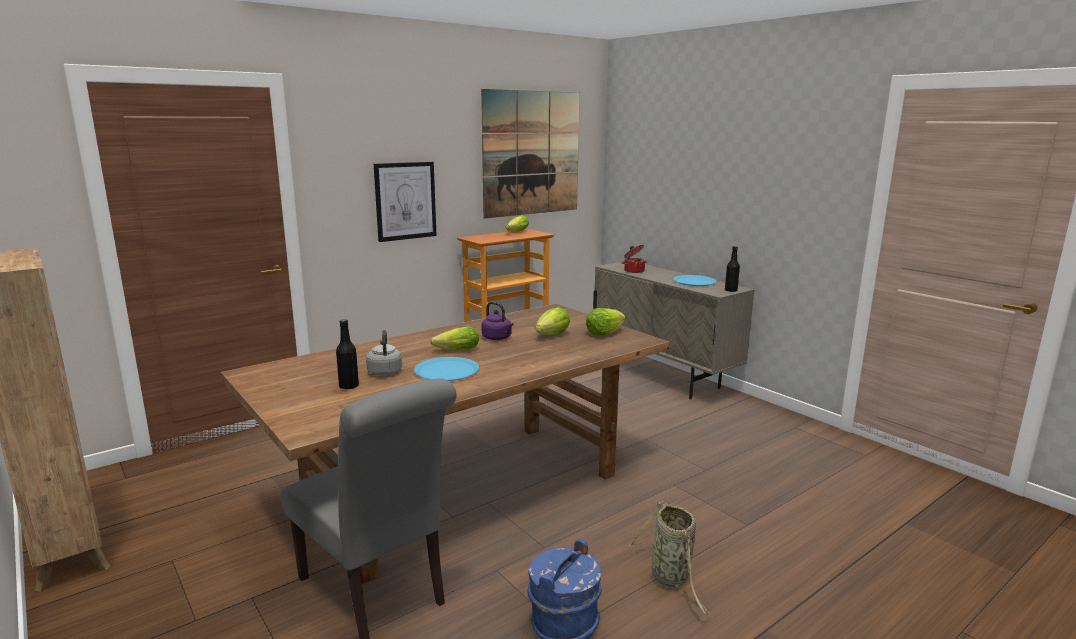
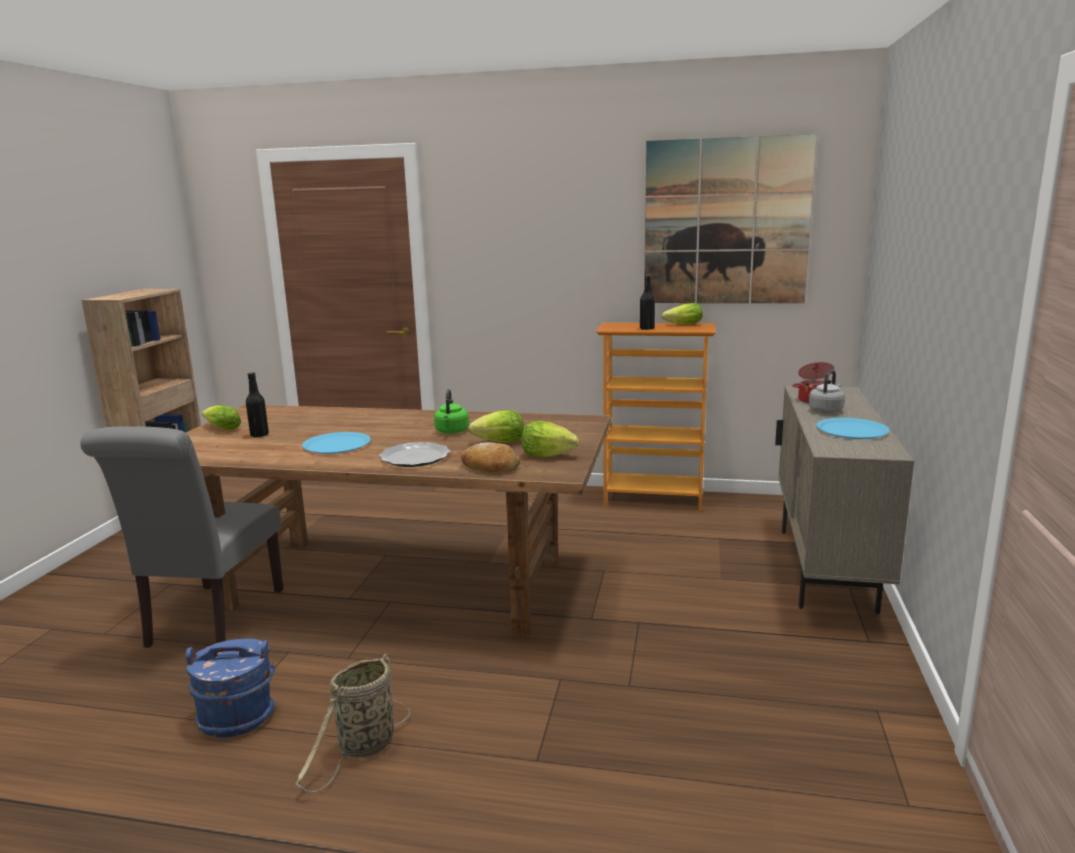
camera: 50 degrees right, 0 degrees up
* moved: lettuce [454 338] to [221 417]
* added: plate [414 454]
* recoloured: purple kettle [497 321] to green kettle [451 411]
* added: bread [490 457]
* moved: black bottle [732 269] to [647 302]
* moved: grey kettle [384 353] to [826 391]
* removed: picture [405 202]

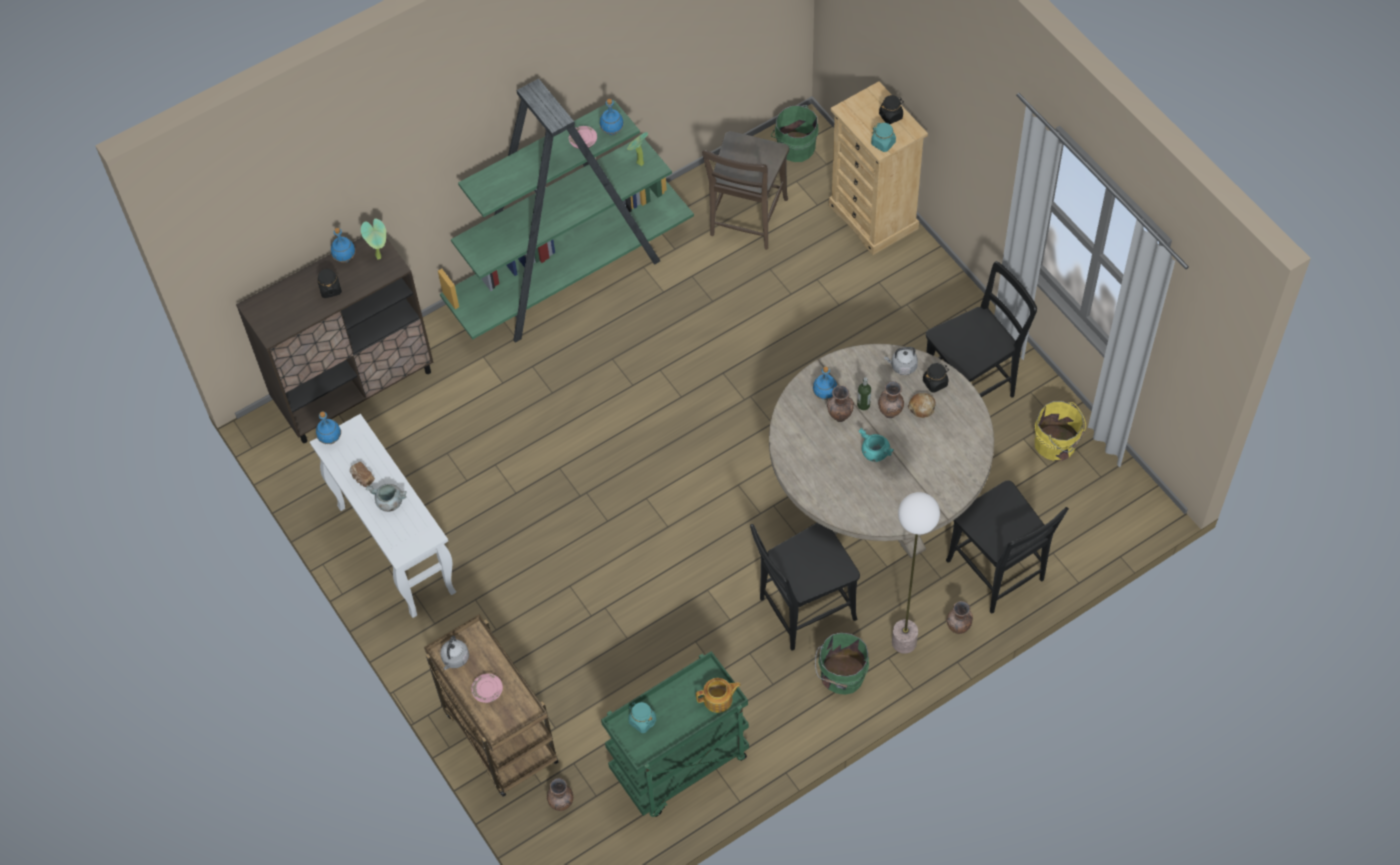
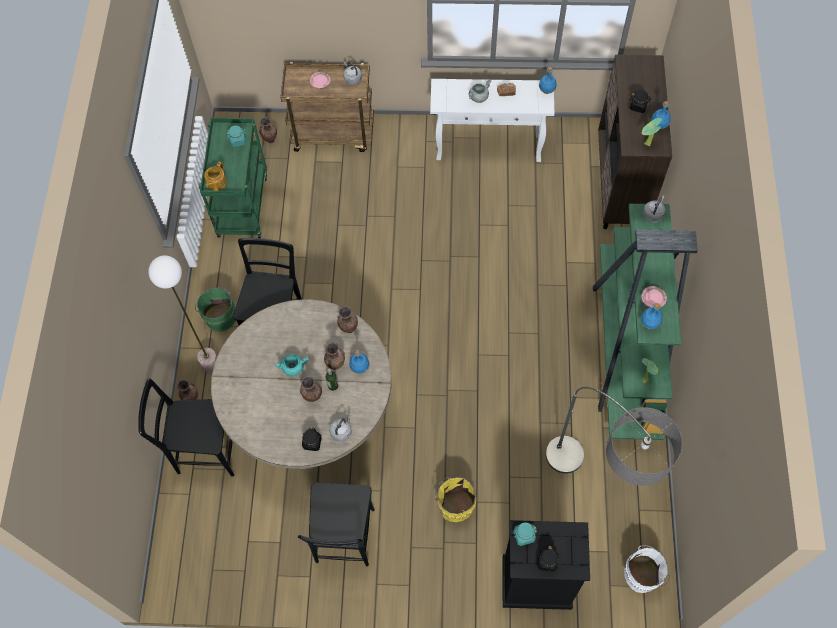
camera: 125 degrees right, 5 degrees up
* added: brown vase [347 319]
* moved: yellow bucket [1060 431] to [455 499]
* recoloured: beige dresser [878 168] to black dresser [546 565]
* replaced: brown chair [745 190] to floor lamp [614 436]
* recoloured: green bucket [795 133] to white bucket [647 569]
* added: grey kettle [654 209]
* removed: bread [922 405]

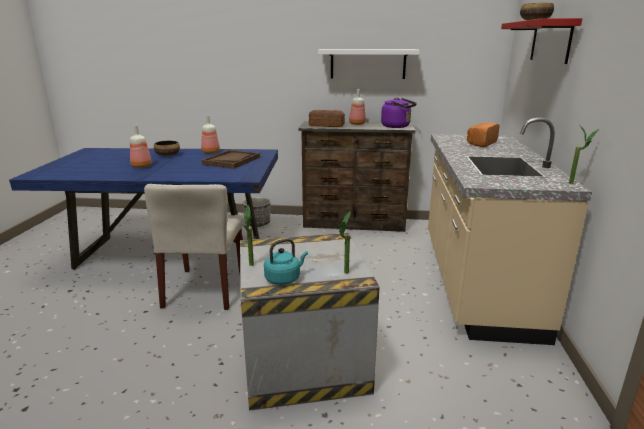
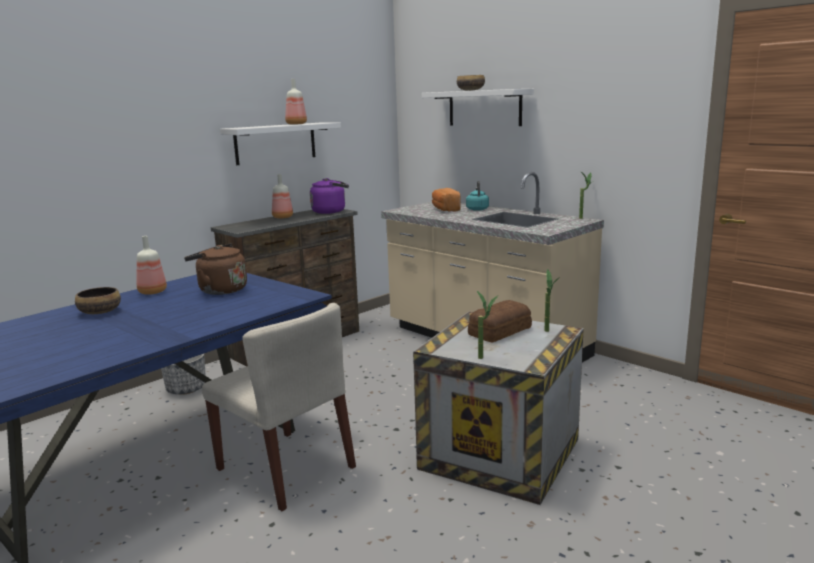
camera: 50 degrees left, 5 degrees down
* replaced: brown tray [231 159] to brown kettle [215 269]
* moved: bottle [141 146] to [296 102]
* recoloured: red shelf [541 41] to white shelf [478 107]
* moved: turquoise kettle [286 261] to [477 196]
* moved: bread [327 118] to [500 321]

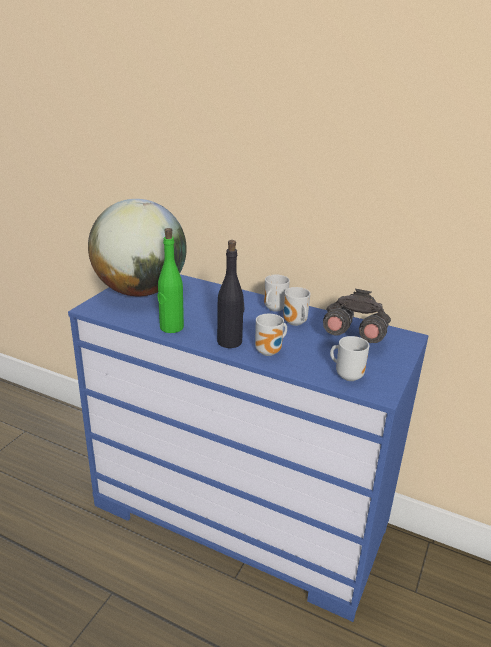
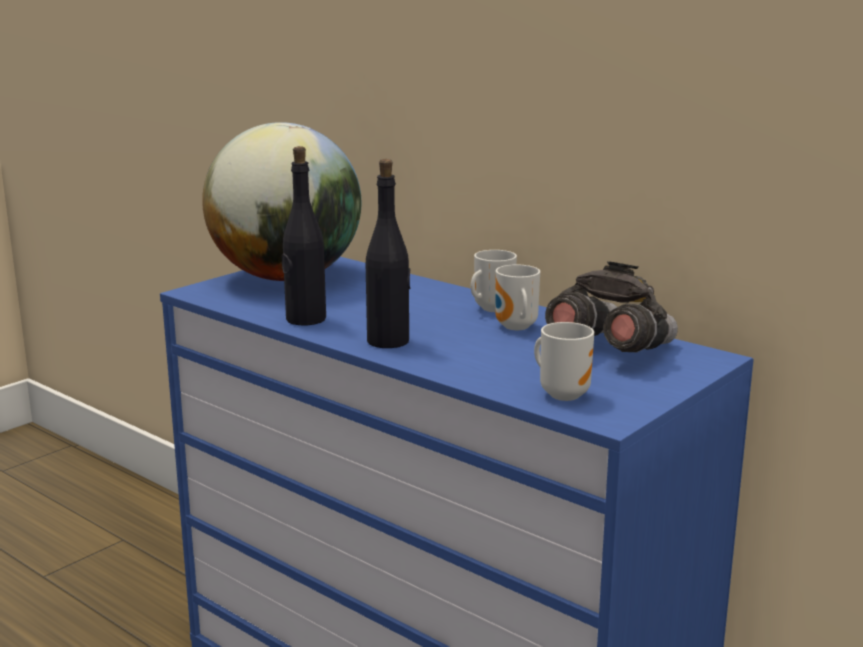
camera: 15 degrees right, 10 degrees down
* recoloured: green bottle [171 280] to black bottle [304 235]
* removed: mug [271 335]

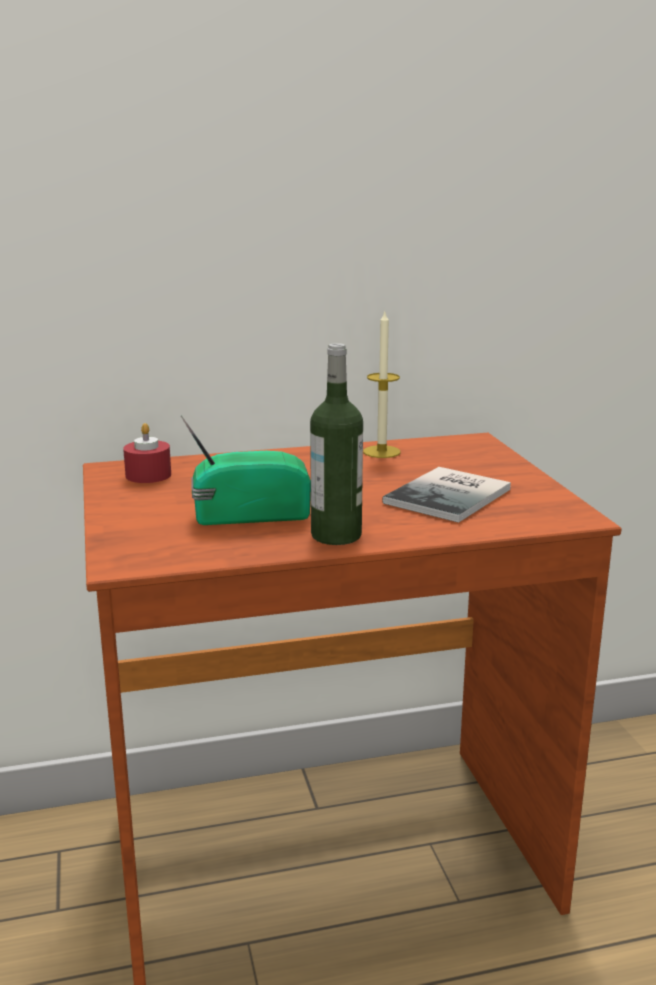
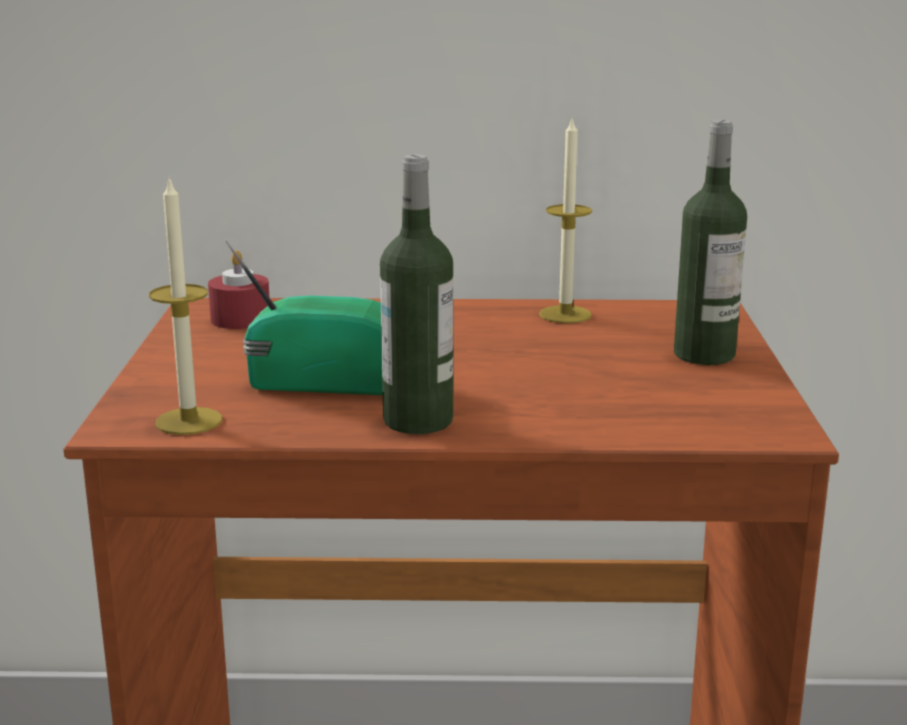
camera: 15 degrees right, 0 degrees up
* added: candle [185 305]
* added: bottle [710 242]
* removed: book [446 495]

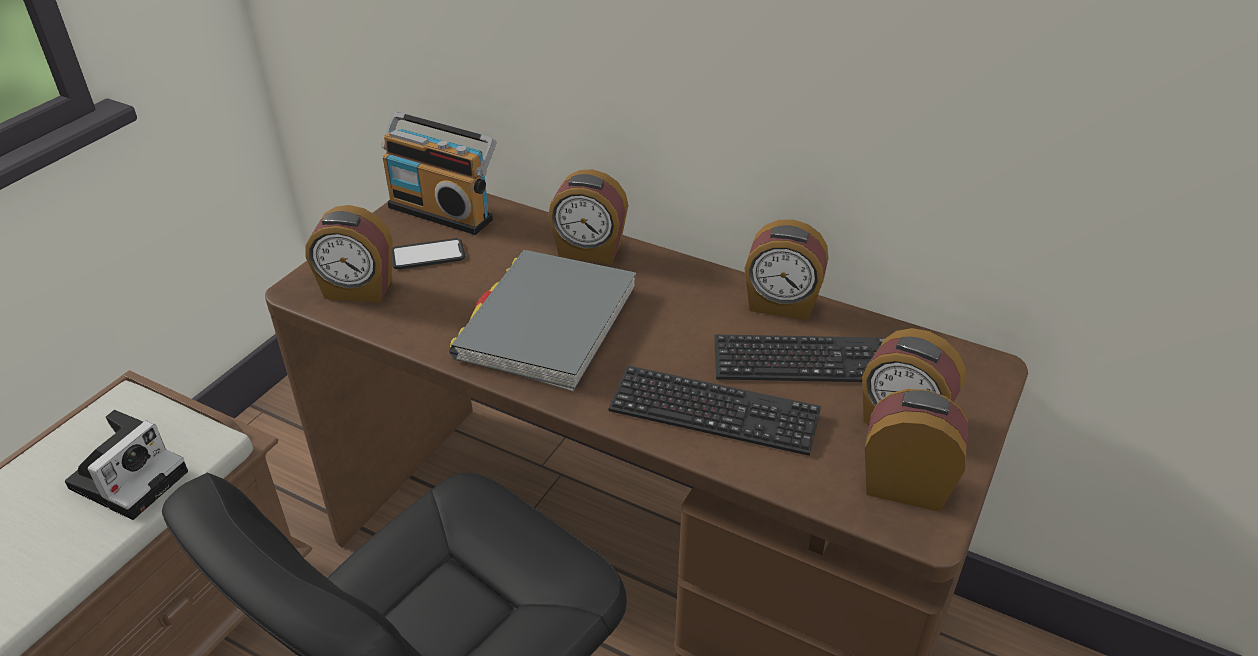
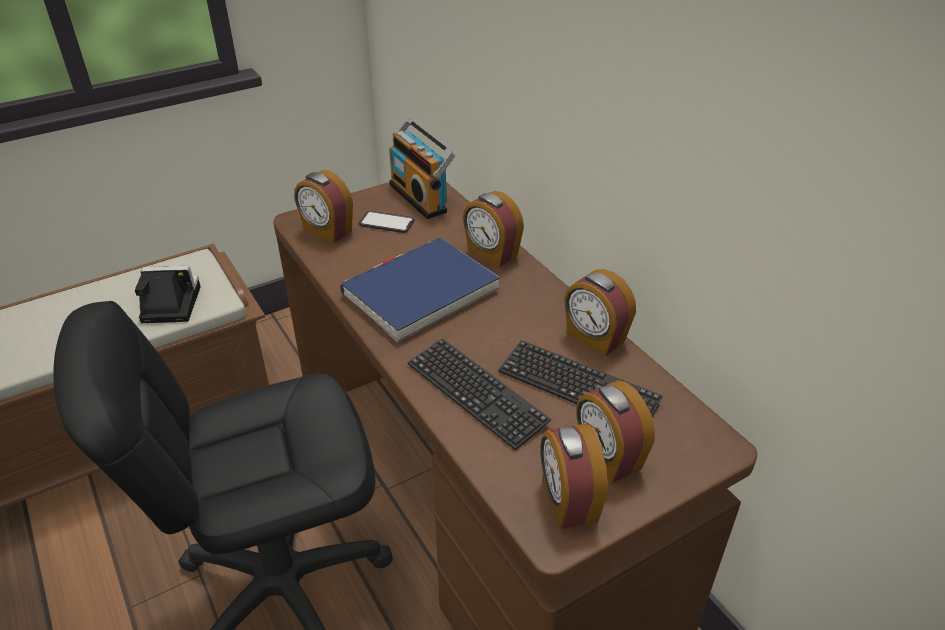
camera: 30 degrees right, 0 degrees up
* turned: photo camera [126 465] = [168 294] 150 degrees counterclockwise
* recoloured: grey book [542 320] to blue book [420 290]
* turned: alarm clock [916 450] = [574 476] 150 degrees counterclockwise

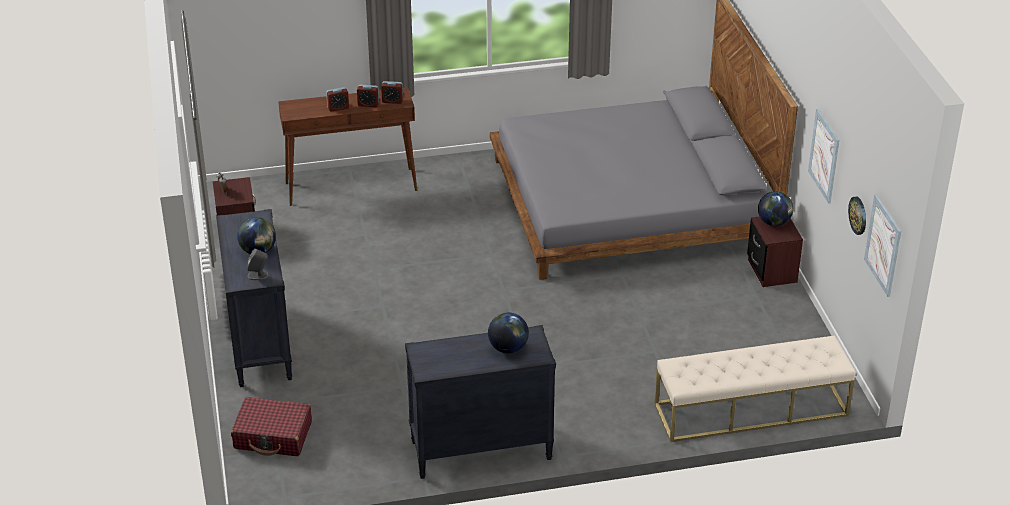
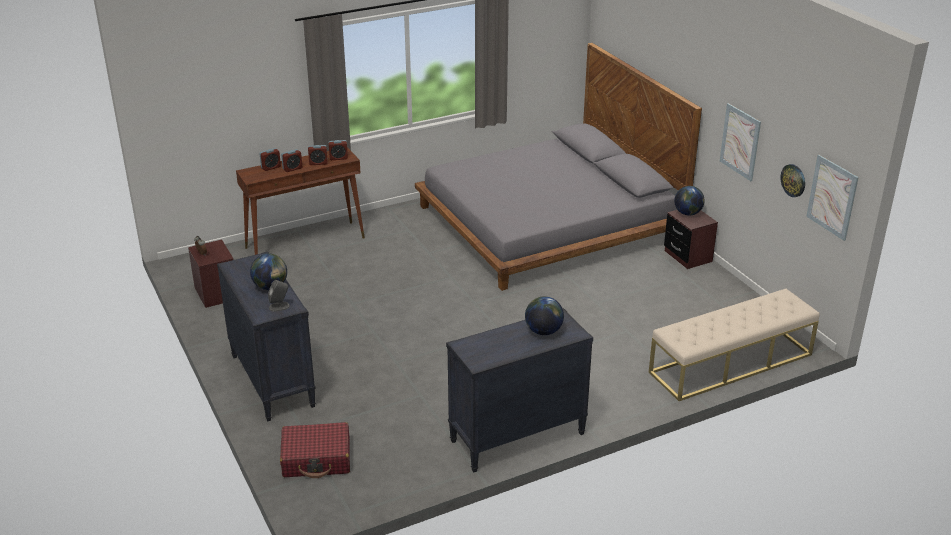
camera: 15 degrees left, 5 degrees down
* added: alarm clock [270 159]

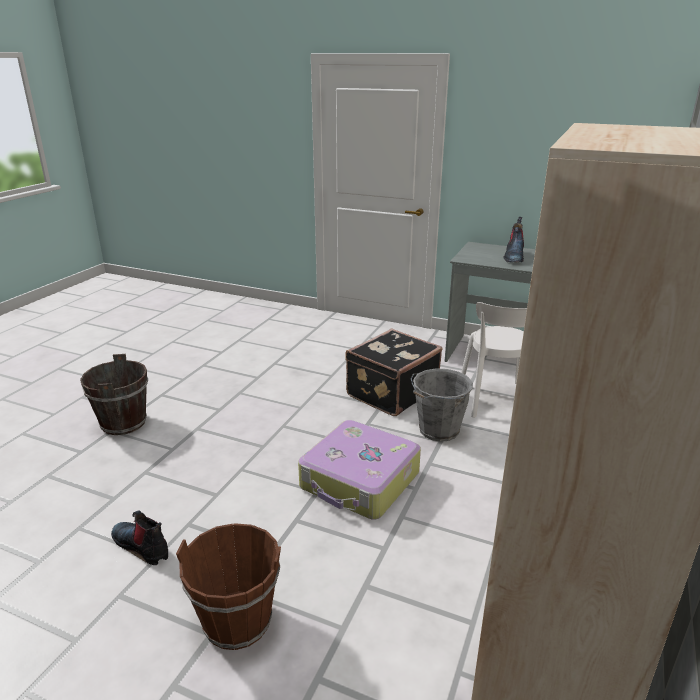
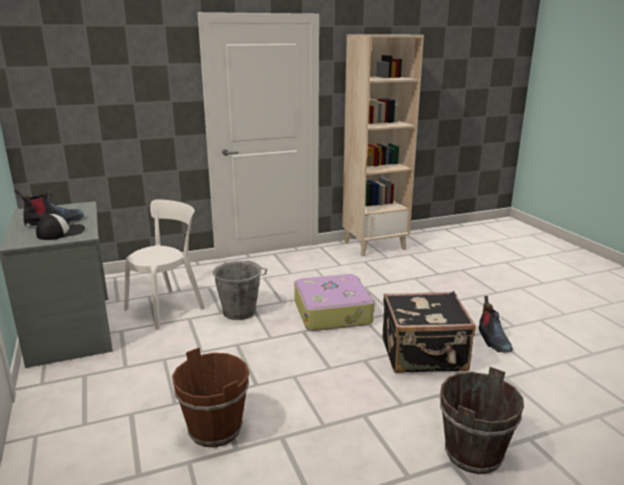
camera: 135 degrees left, 5 degrees down
* added: cap [60 227]
* moved: brown bucket [228 586] to [210 397]
* moved: black suitcase [394 372] to [429 332]

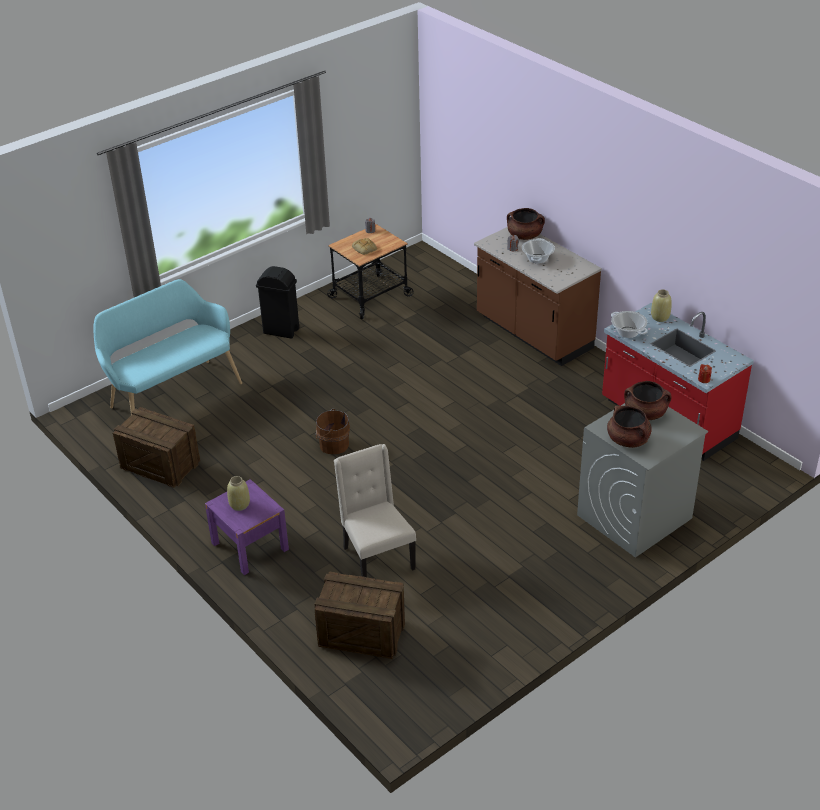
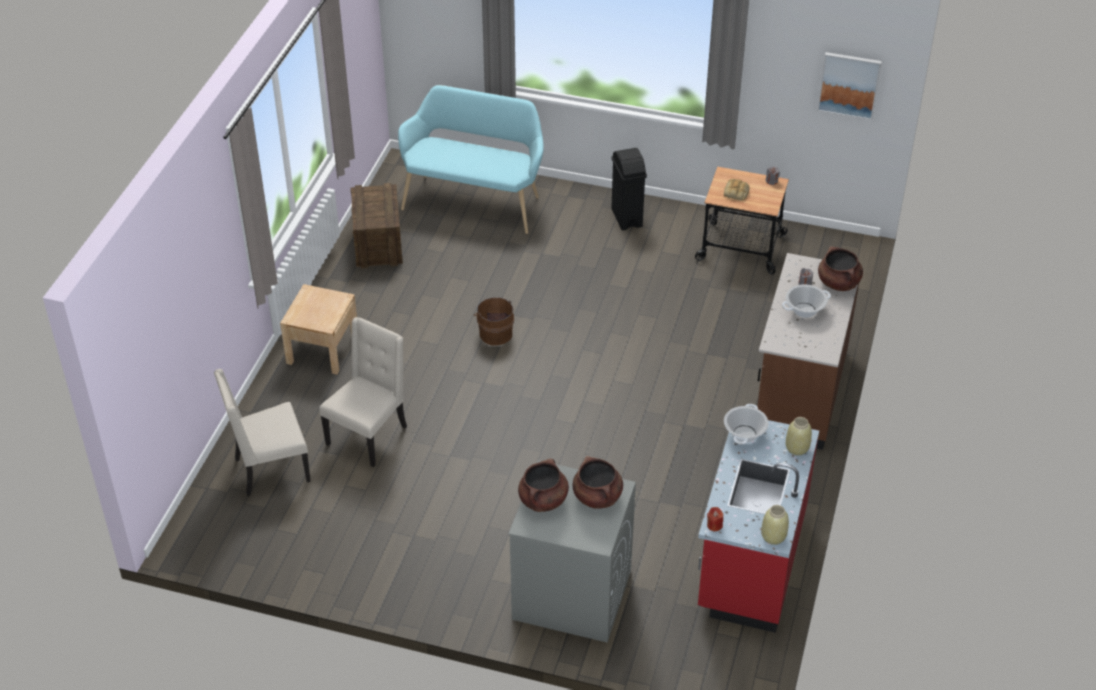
camera: 55 degrees right, 5 degrees up
* replaced: crate [359 615] to beige chair [262 432]
* recoloured: purple nightstand [247 527] to beige nightstand [318 329]
* moved: beige vase [238 493] to [775 525]
* added: picture [849 86]

